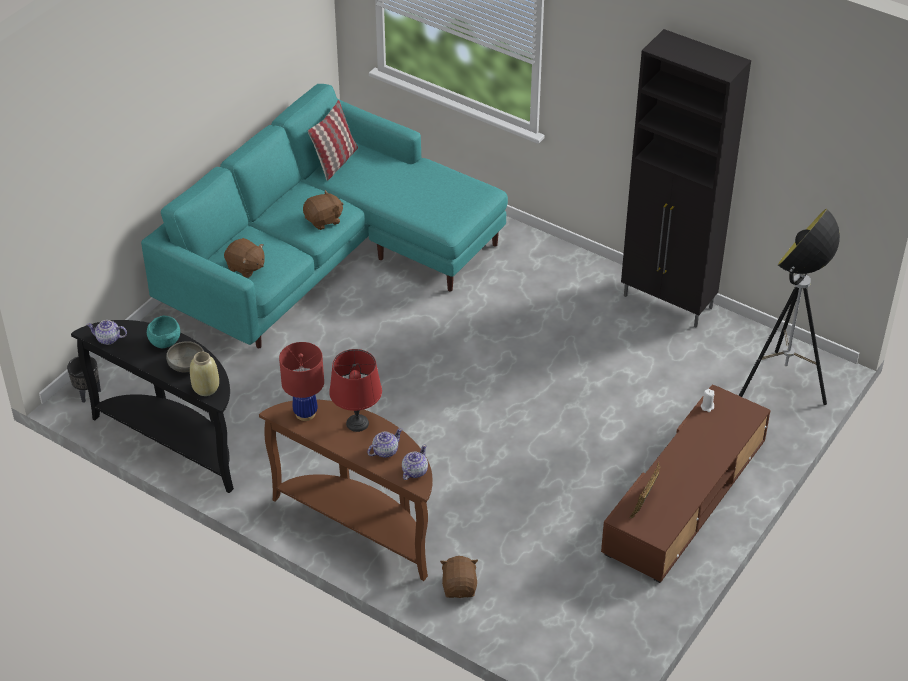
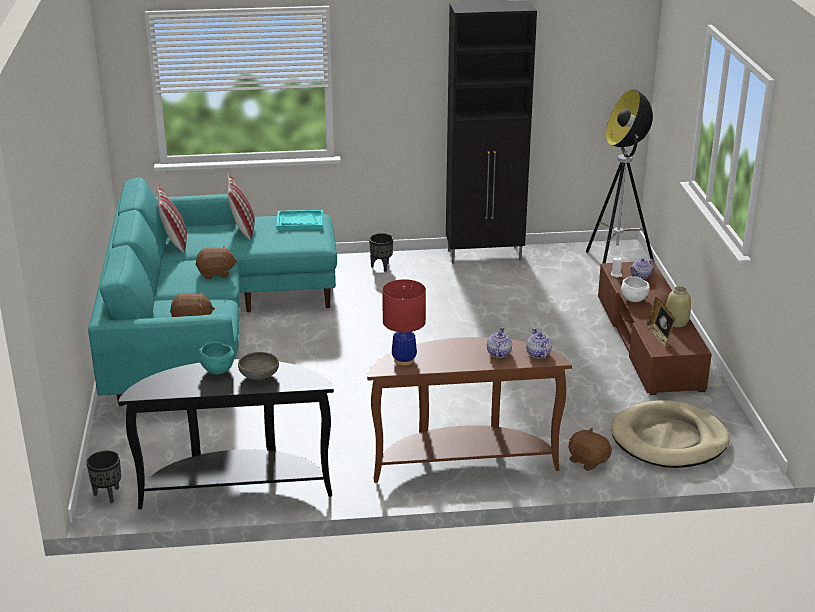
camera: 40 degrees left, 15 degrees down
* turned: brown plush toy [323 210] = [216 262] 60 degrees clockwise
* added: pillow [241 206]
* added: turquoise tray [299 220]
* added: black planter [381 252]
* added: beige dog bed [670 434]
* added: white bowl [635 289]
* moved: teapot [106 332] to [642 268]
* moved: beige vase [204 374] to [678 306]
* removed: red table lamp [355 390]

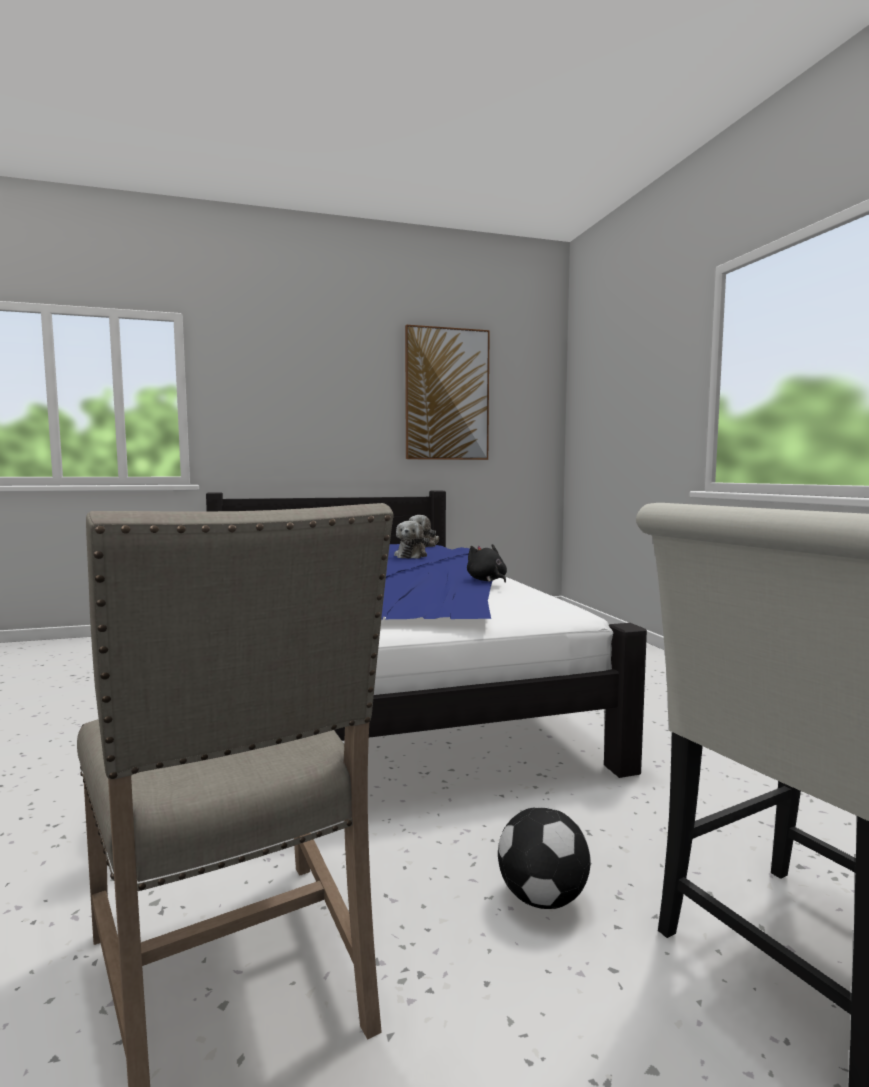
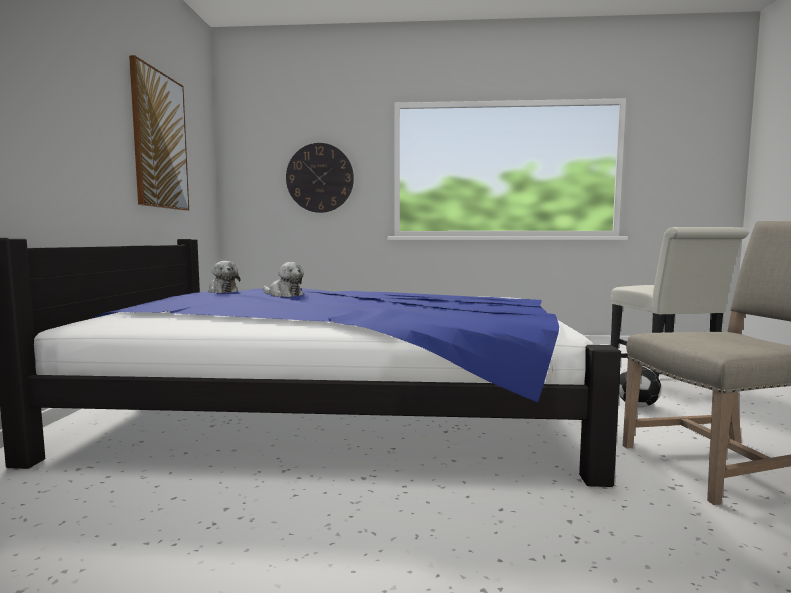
camera: 70 degrees left, 0 degrees up
* added: wall clock [320 178]
* removed: black plush toy [487 563]

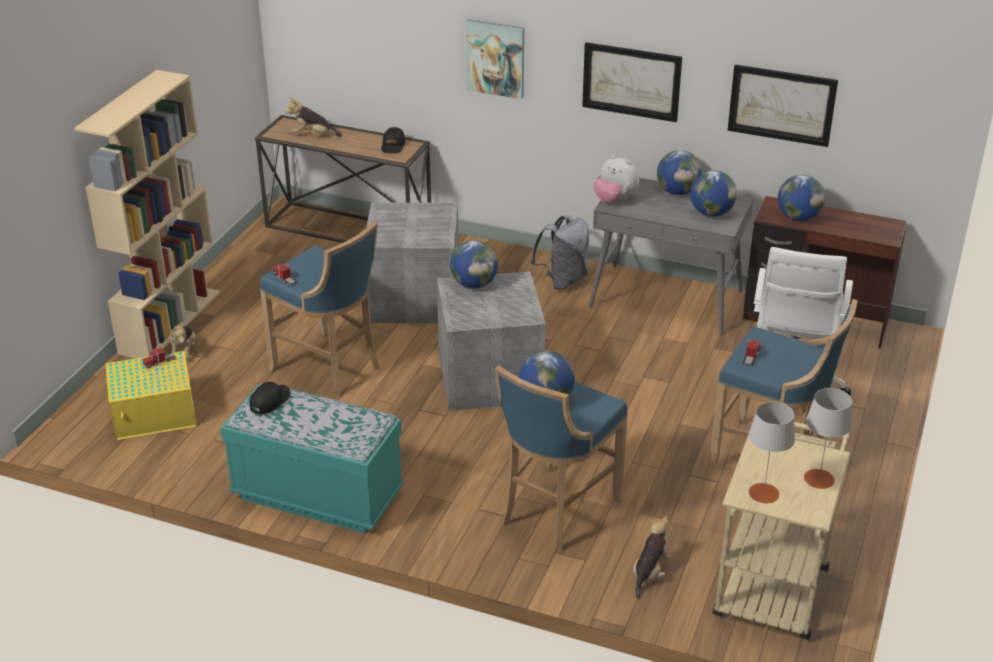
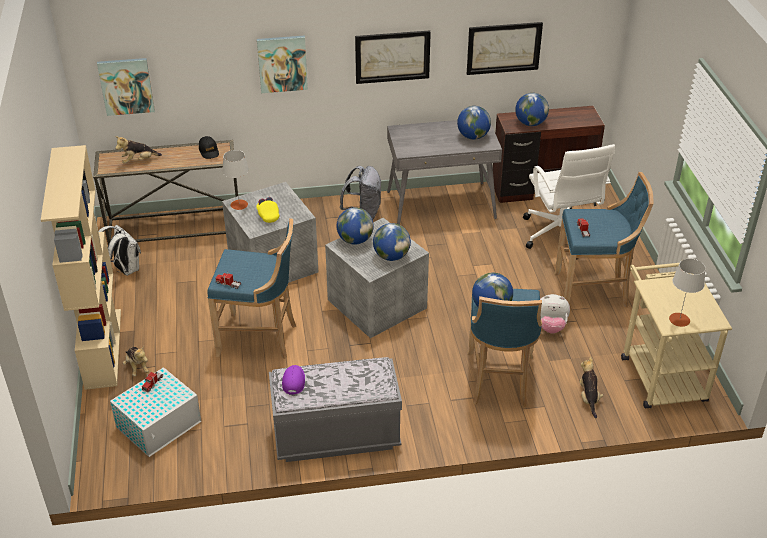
camera: 30 degrees left, 5 degrees up
* added: picture [126 87]
* added: white backpack [119 250]
* recoloured: yellow storage box [150 395] to white storage box [155 412]
* moved: grey table lamp [828 438] to [235 180]
* added: yellow cap [267 210]
* recoloured: turquoise bench [312 458] to grey bench [335 409]
* recoloured: black cap [270 398] to purple cap [293 380]
* moved: globe [679 172] to [392 242]
* moved: plush toy [616 179] to [555 314]

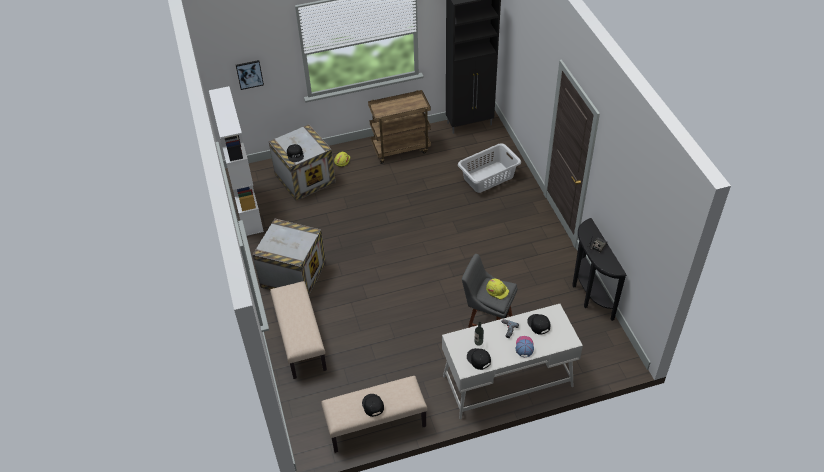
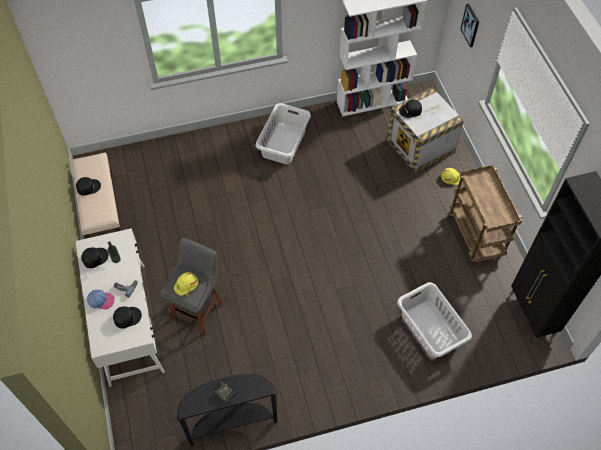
camera: 90 degrees right, 10 degrees up
* replaced: crate [289 256] to grey laundry basket [283 133]
* removed: beige bench [298 330]

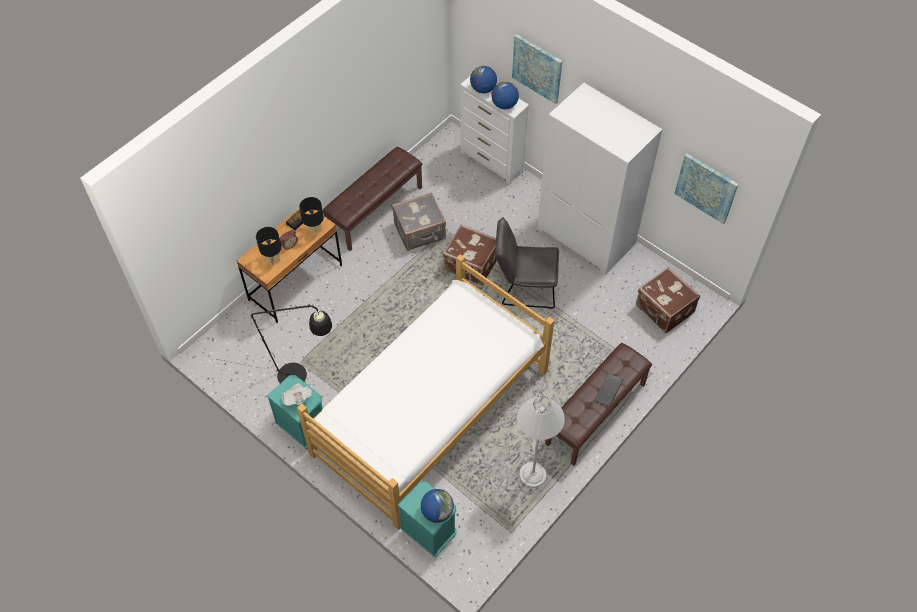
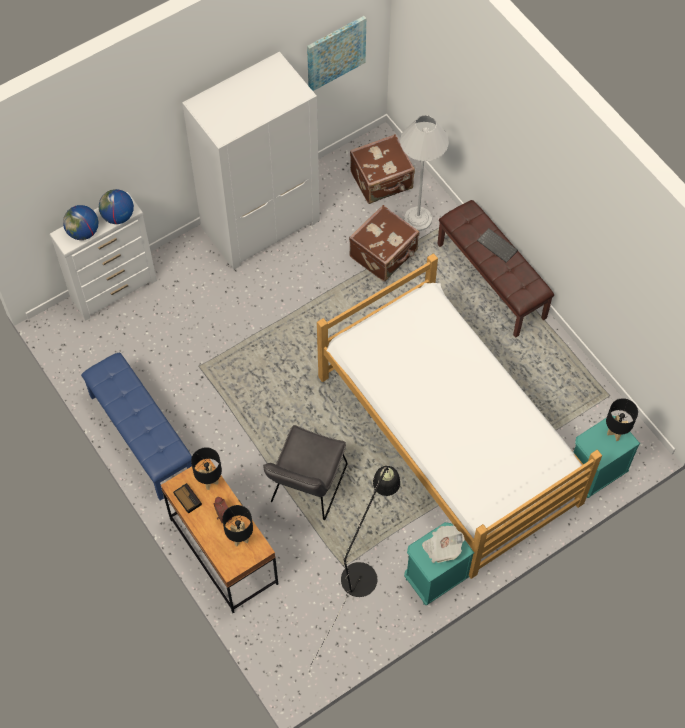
camera: 75 degrees left, 5 degrees up
* recoloured: brown bench [372 199] to blue bench [136 426]
* moved: grey chair [527 262] to [305 472]
* moved: brown suitcase [470 254] to [384 243]
* moved: white floor lamp [541 442] to [424 173]
* replaced: globe [437 506] to black table lamp [622 419]
* removed: grey suitcase [419 222]
* removed: picture [537 69]

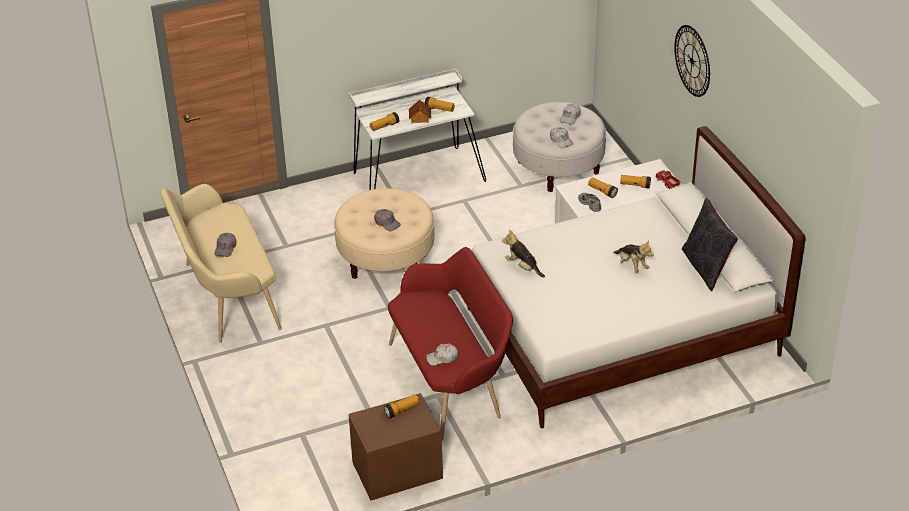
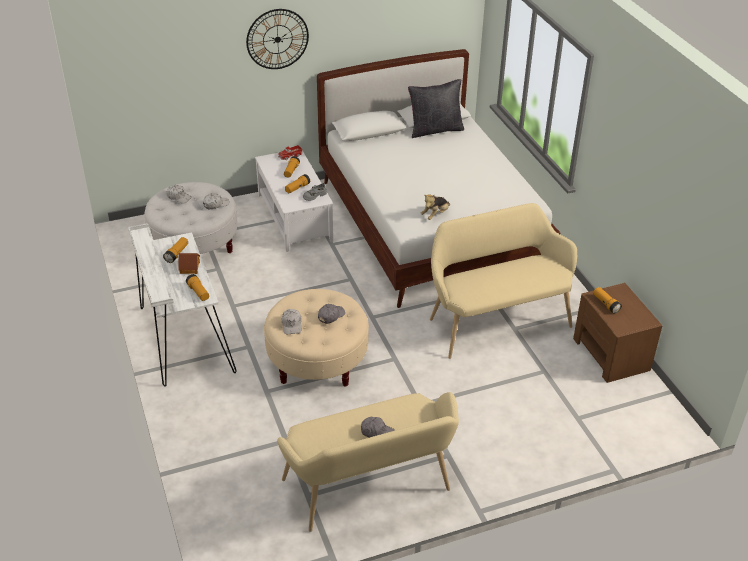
camera: 90 degrees left, 0 degrees up
* moved: white cap [442 355] to [292 321]
* recoloured: red bench [450 344] to beige bench [503 281]
* removed: plush toy [633 256]

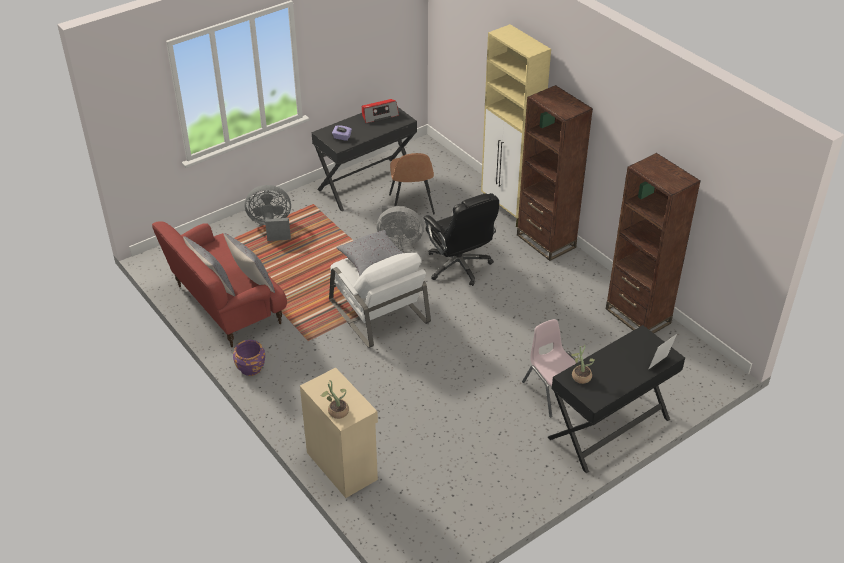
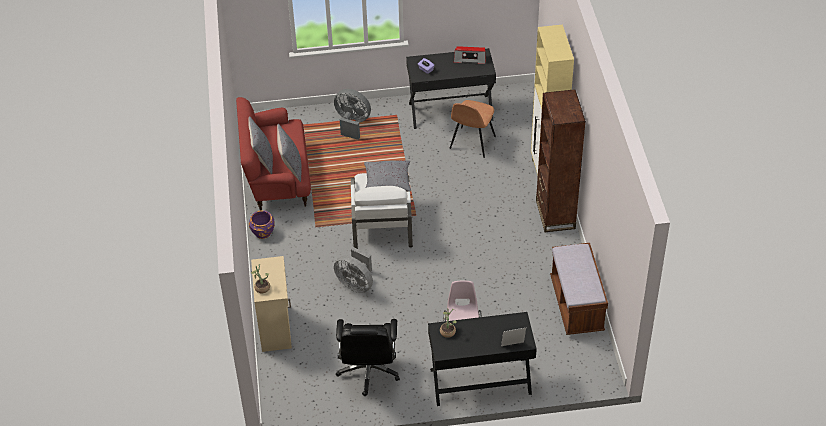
camera: 30 degrees right, 5 degrees up
* moved: grey fan [400 226] to [353 270]
* moved: black office chair [461 239] to [368 357]
* replaced: brown bookcase [653 243] to brown bench [579 289]

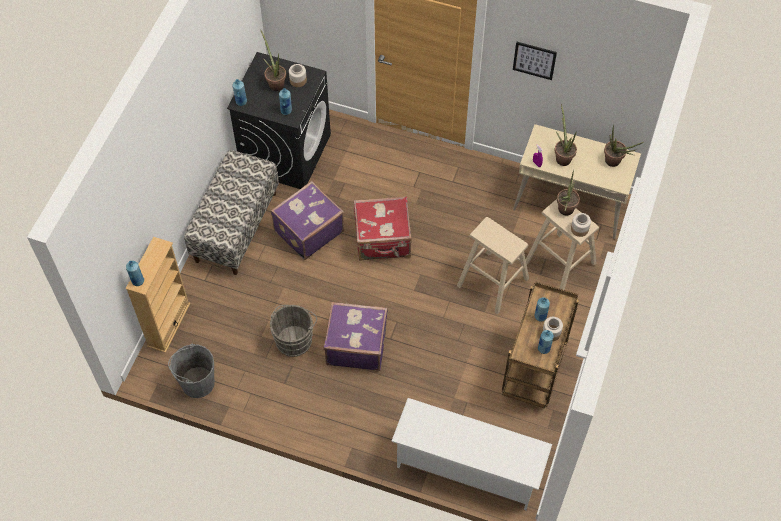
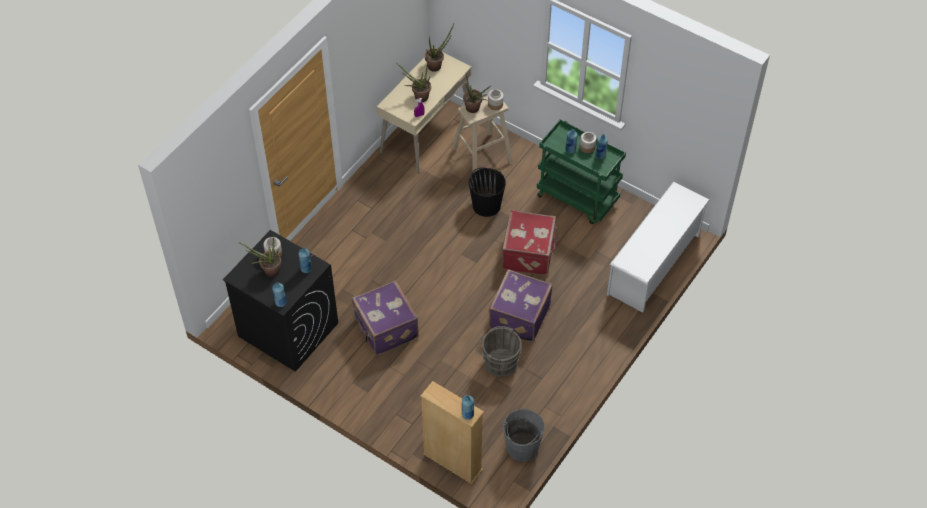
camera: 75 degrees left, 5 degrees down
* replaced: beige stool [493 266] to black bucket [487 192]
* moved: red suitcase [383 228] to [530 242]
* recoloured: brown cart [540 344] to green cart [581 171]
* removed: bench [231 212]
* removed: picture [535 61]

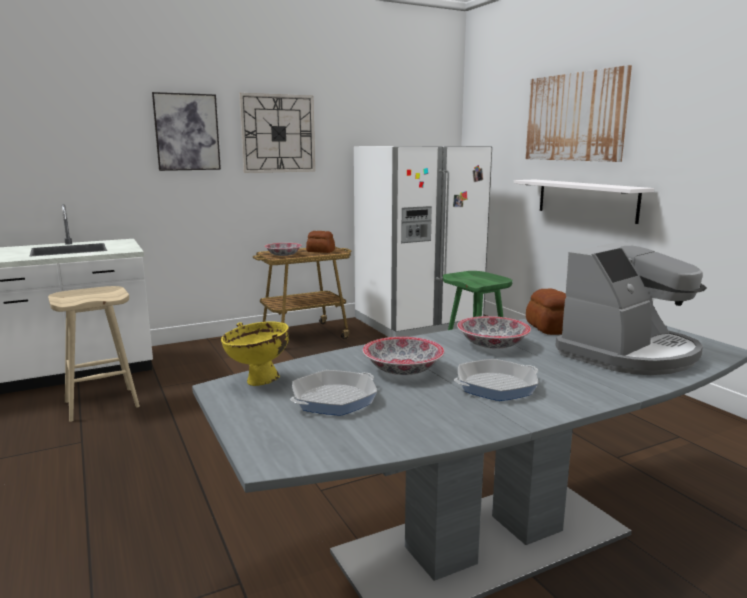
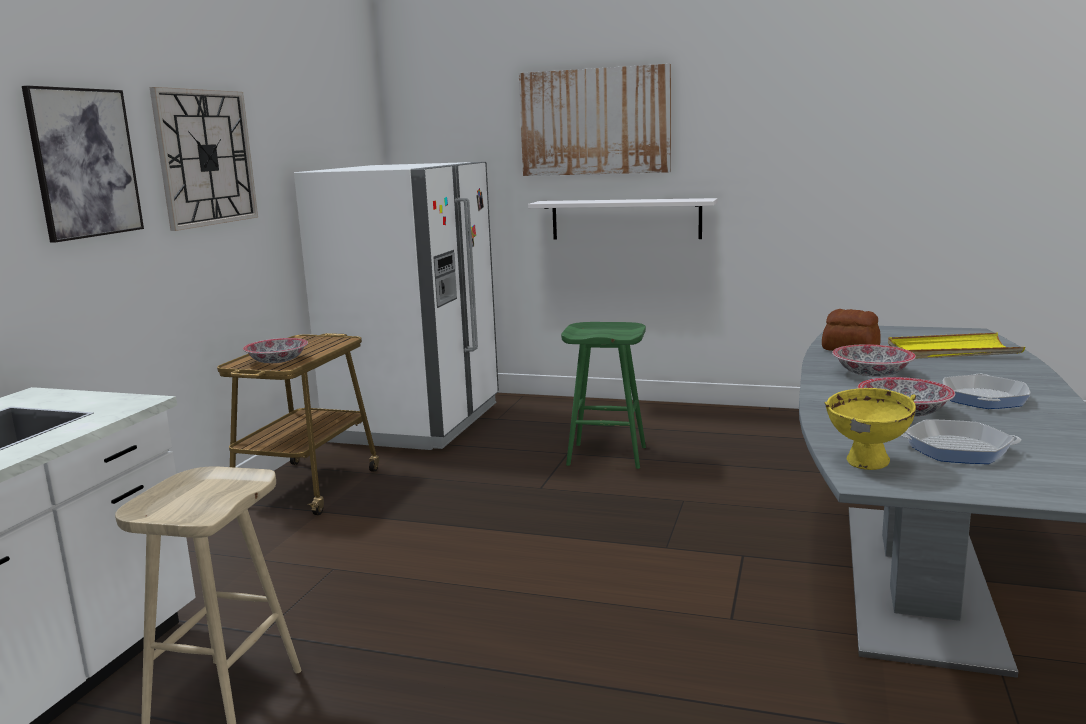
camera: 45 degrees left, 0 degrees up
* replaced: coffee machine [630 308] to yellow tray [956 346]
* turned: frying pan [333 393] = [961 441] 105 degrees clockwise
* removed: bread [320 242]

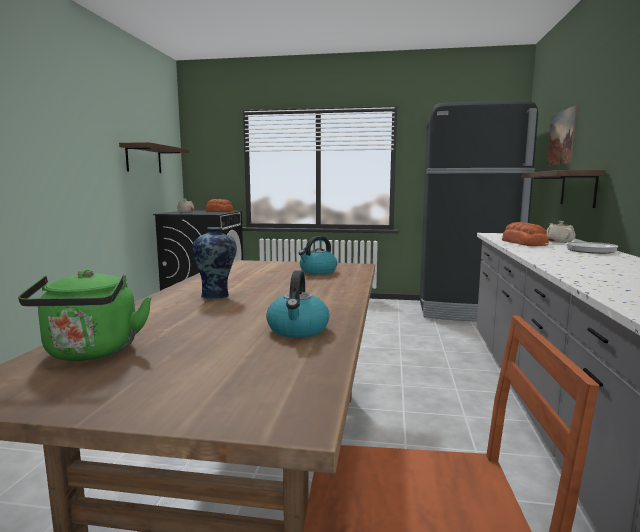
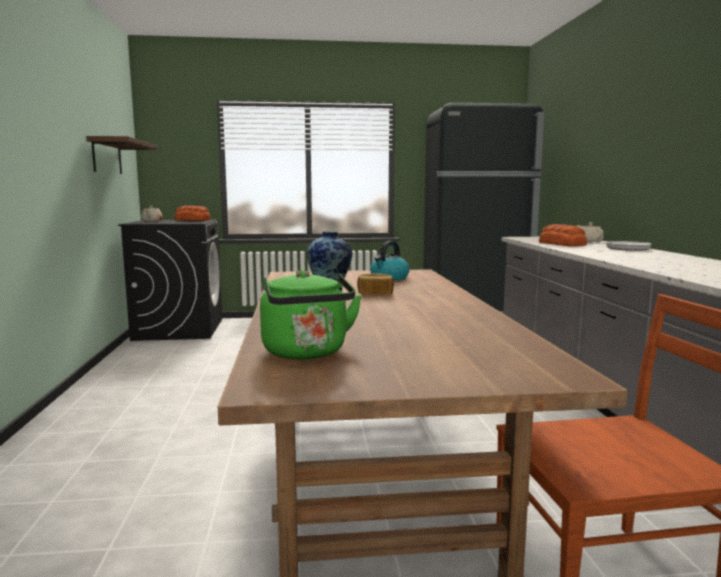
camera: 15 degrees left, 0 degrees up
* added: bread [375 283]
* removed: kettle [298 304]
* removed: shelf [564 189]
* removed: picture [562 135]

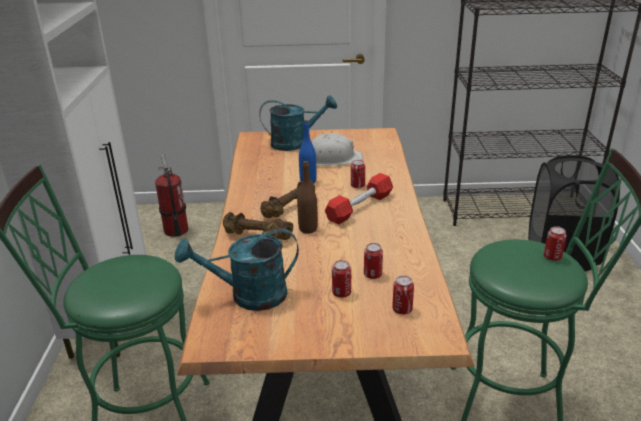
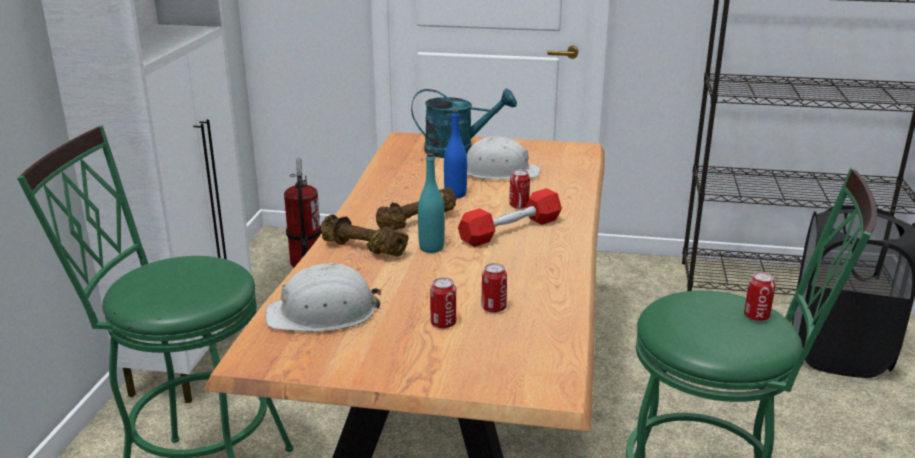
camera: 10 degrees right, 5 degrees down
* replaced: turquoise watering can [236 269] to white hard hat [323 297]
* recoloured: brown bottle [307 197] to turquoise bottle [431 203]
* removed: can [403 295]

